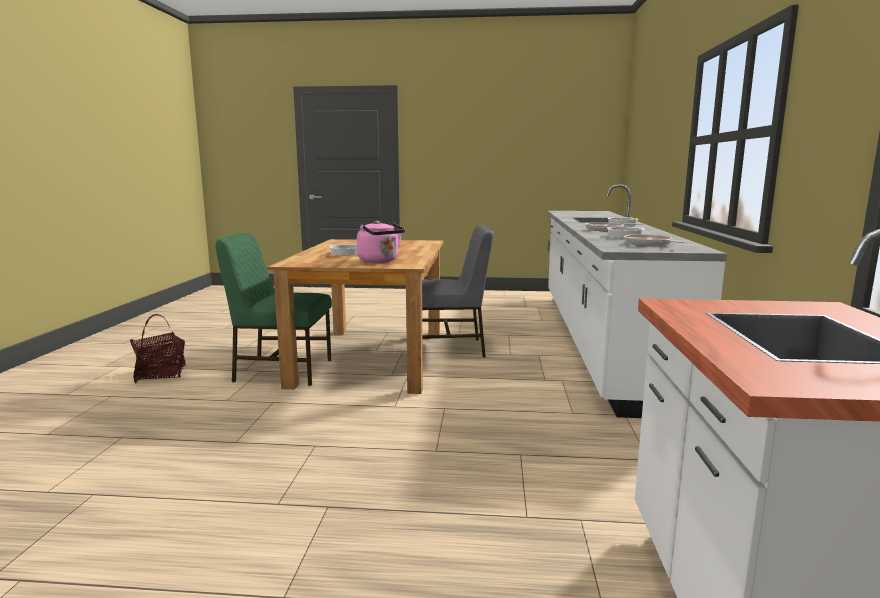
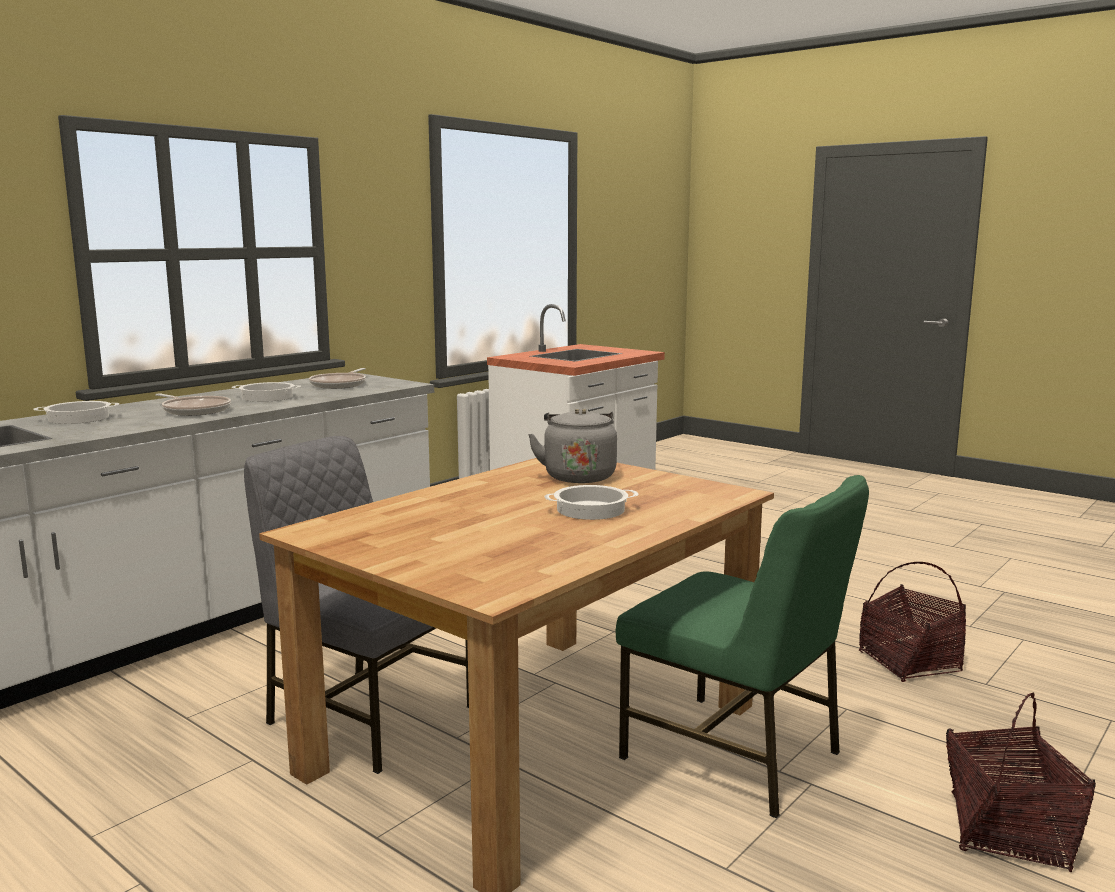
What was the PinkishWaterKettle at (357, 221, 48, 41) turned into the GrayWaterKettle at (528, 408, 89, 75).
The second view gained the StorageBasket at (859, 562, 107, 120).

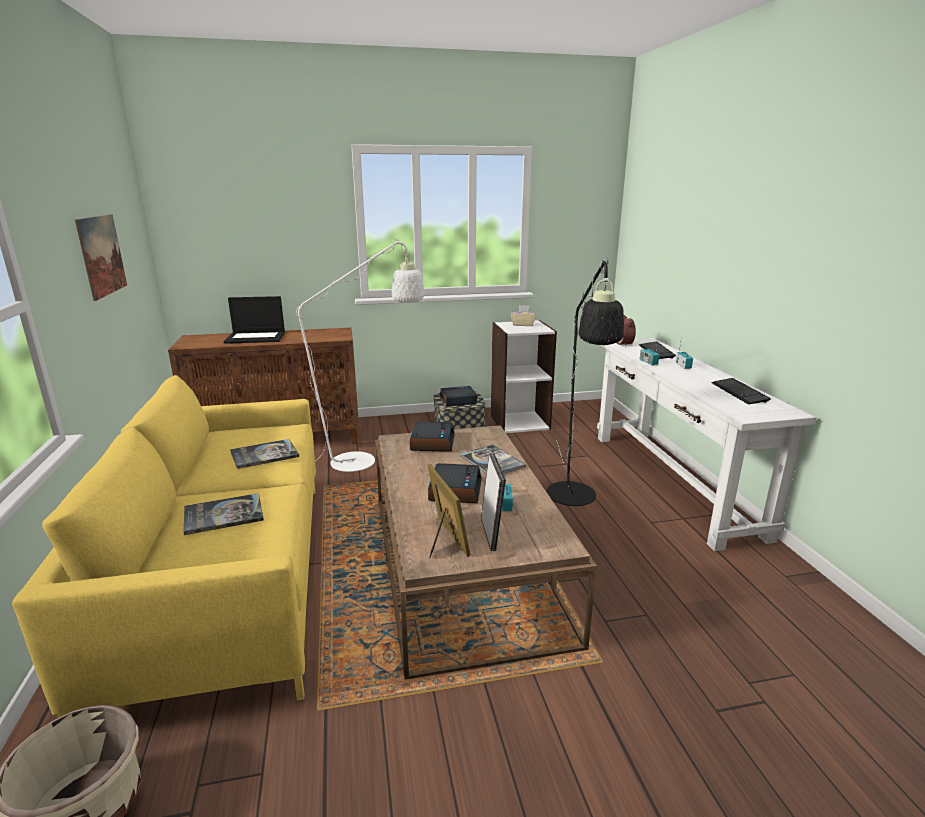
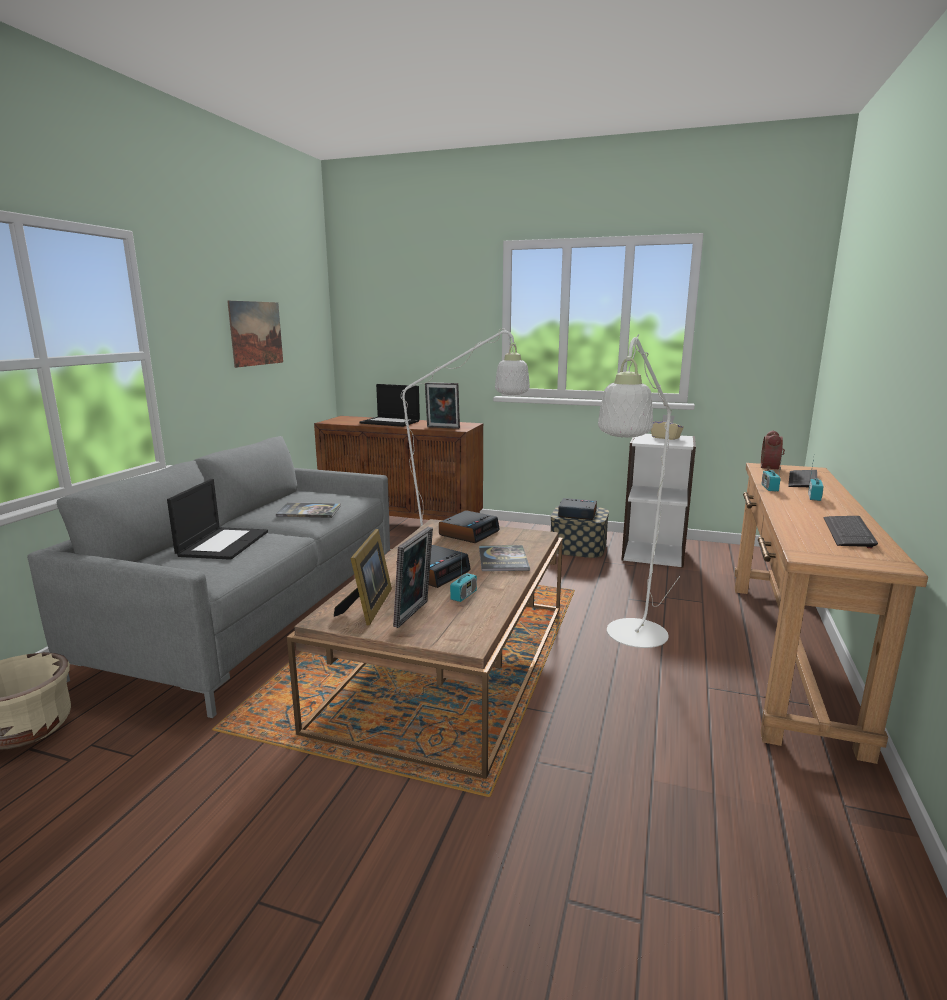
What was the BlackishFloorLamp at (547, 258, 77, 248) turned into the WhitishFloorLamp at (598, 334, 82, 314).
What was the WhitishHallTable at (597, 338, 219, 213) turned into the BrownColouredHallTable at (734, 463, 194, 301).
What was the YellowColouredSofa at (12, 375, 304, 343) turned into the GraySofa at (27, 436, 363, 282).
Where the BoundBook stood at (184, 493, 80, 42), the PortableComputer came to stand at (167, 479, 101, 81).
The second view gained the PictureFrame at (425, 382, 35, 47).

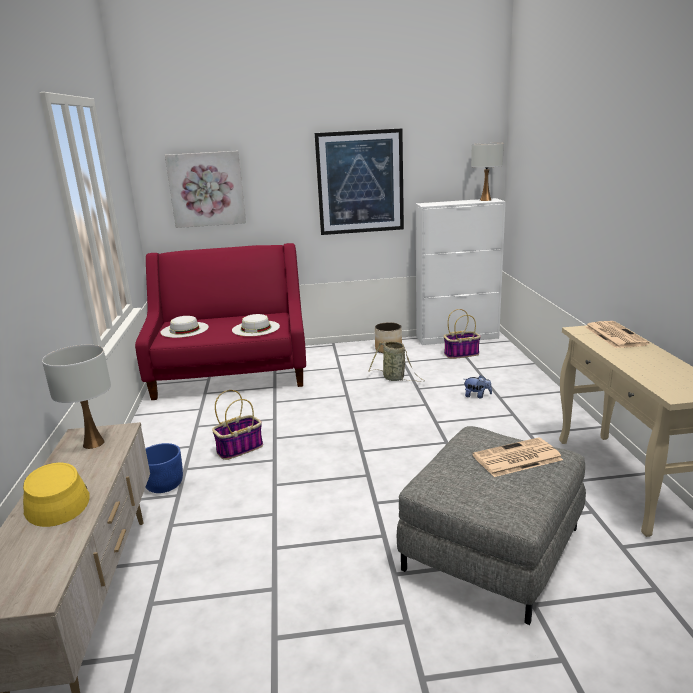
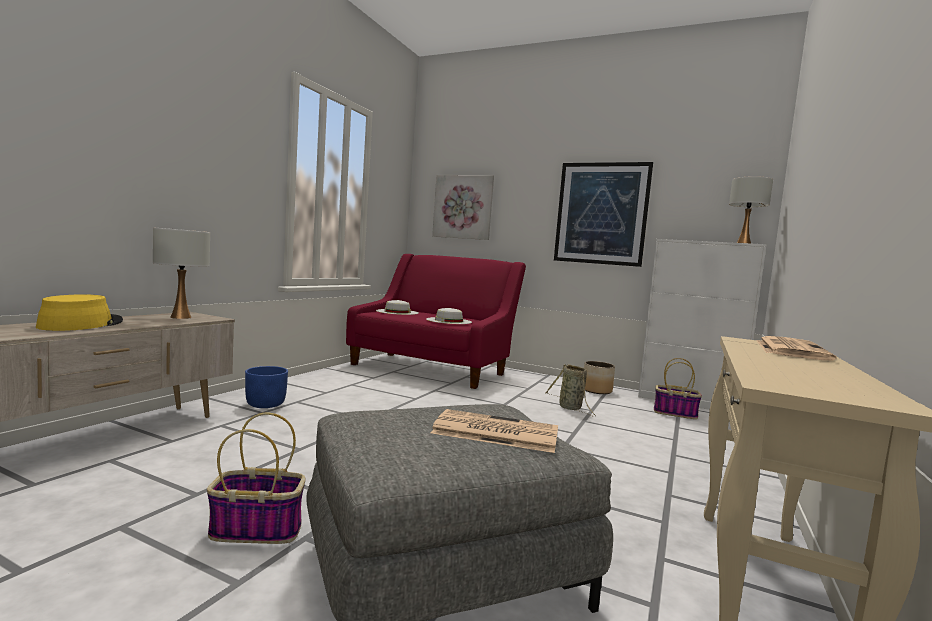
The second view lost the CuddlyToy at (464, 375, 28, 23).
The StorageBasket ended up elsewhere, having gone from (212, 390, 51, 70) to (207, 413, 99, 131).

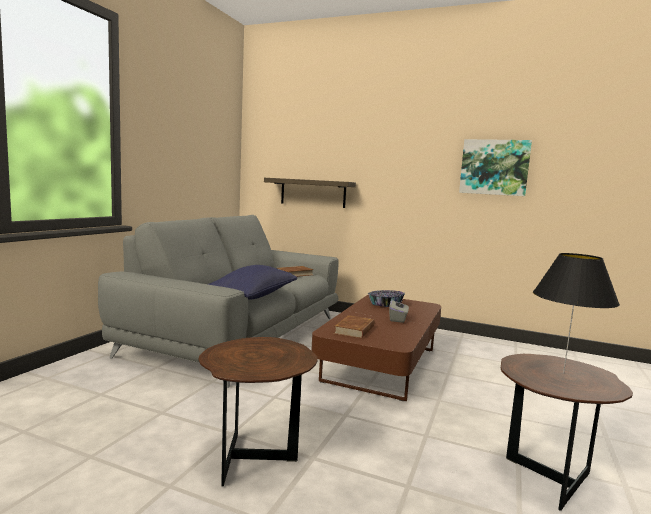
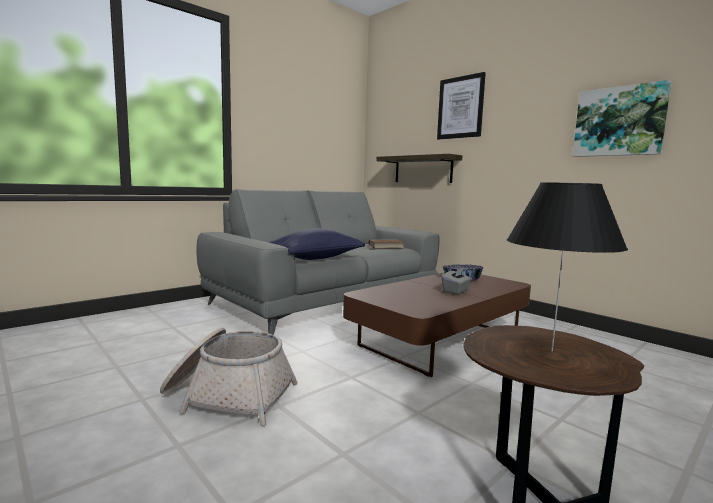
The second view lost the BrownColouredBoundBook at (334, 315, 40, 24).
Where the BrownColouredAccentTable stood at (198, 337, 120, 150), the StorageBasket came to stand at (160, 328, 138, 98).
The second view gained the WallArt at (437, 72, 49, 68).

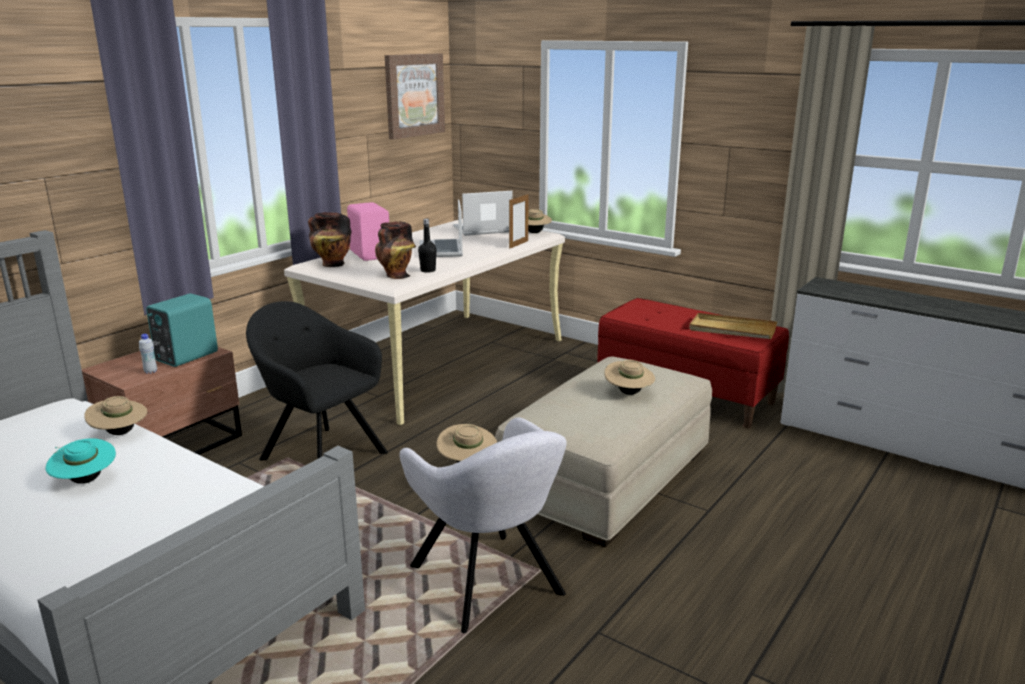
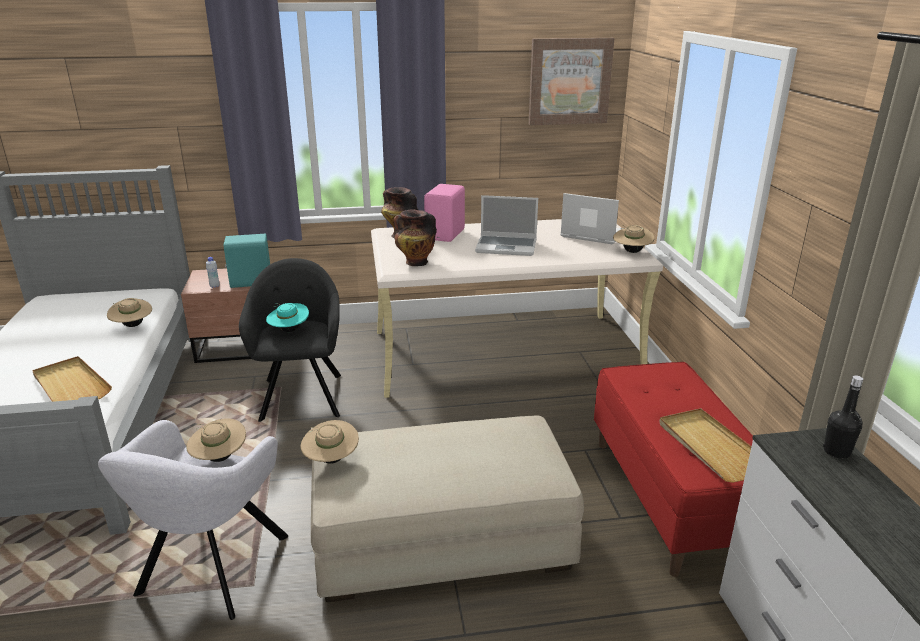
The second view lost the PictureFrame at (509, 194, 20, 55).
The PortableComputer at (419, 199, 44, 58) ended up facing another way, 120 degrees counterclockwise from before.
The BlackishDrinkBottle ended up elsewhere, having gone from (418, 219, 19, 54) to (823, 375, 40, 84).
The SandColouredHat ended up elsewhere, having gone from (604, 360, 51, 35) to (301, 420, 58, 44).
The TurquoiseHat ended up elsewhere, having gone from (46, 438, 70, 46) to (266, 303, 43, 29).
The second view gained the SandColouredCarryingTray at (32, 356, 80, 46).

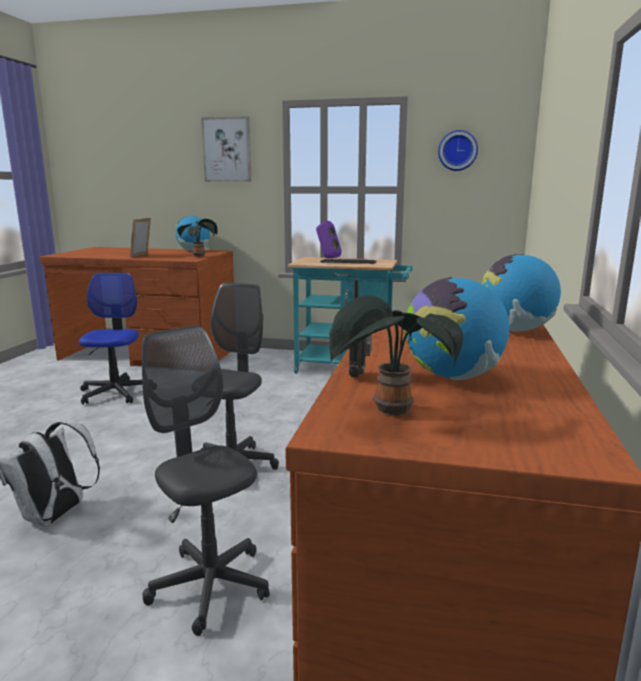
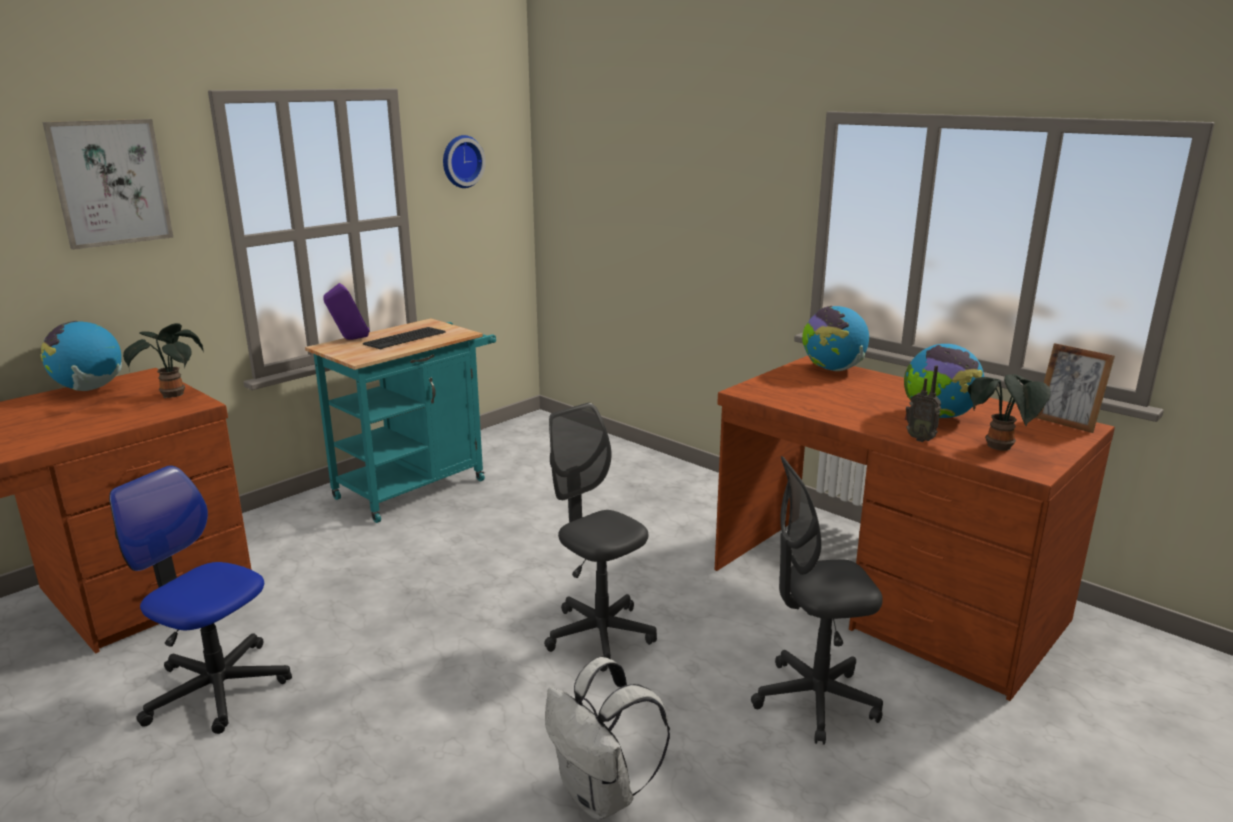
The PictureFrame ended up elsewhere, having gone from (130, 218, 21, 39) to (1035, 343, 80, 90).

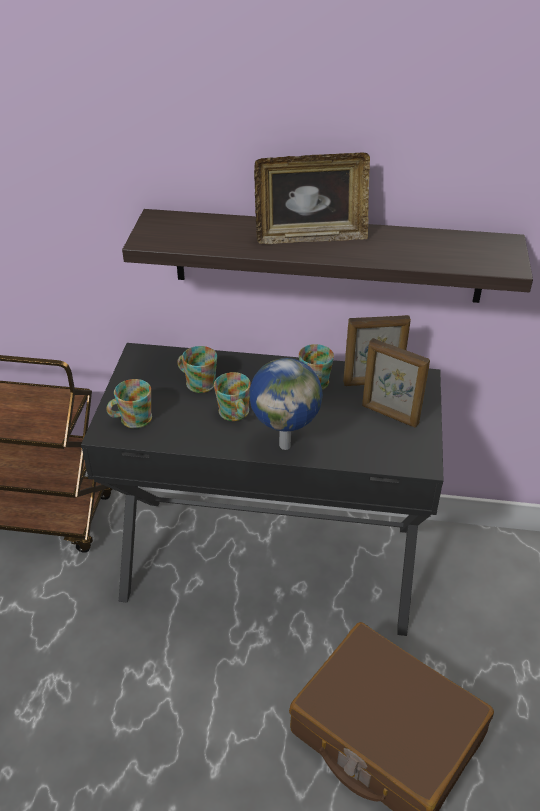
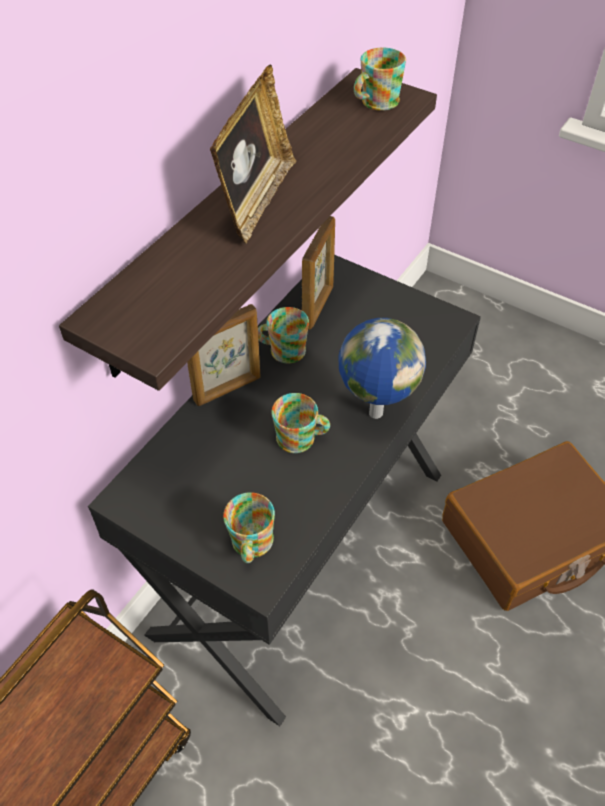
The PictureFrame ended up elsewhere, having gone from (362, 338, 68, 90) to (187, 304, 74, 102).
The CoffeeMug ended up elsewhere, having gone from (177, 346, 40, 47) to (354, 47, 52, 64).

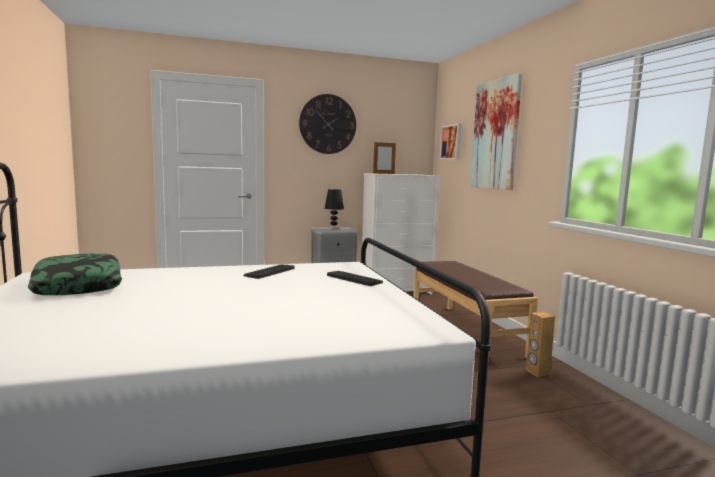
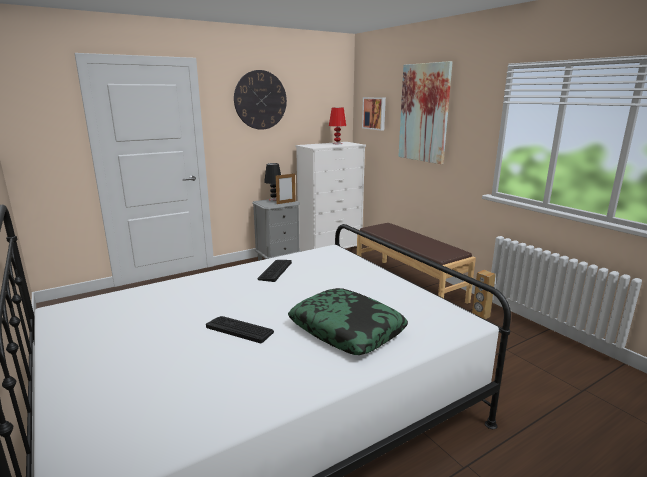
The PictureFrame ended up elsewhere, having gone from (373, 142, 23, 32) to (276, 173, 20, 31).
The Pillow ended up elsewhere, having gone from (28, 254, 94, 41) to (288, 288, 120, 67).
The PcKeyboard ended up elsewhere, having gone from (327, 271, 56, 15) to (206, 316, 68, 27).
The second view gained the RedTableLamp at (329, 107, 17, 37).

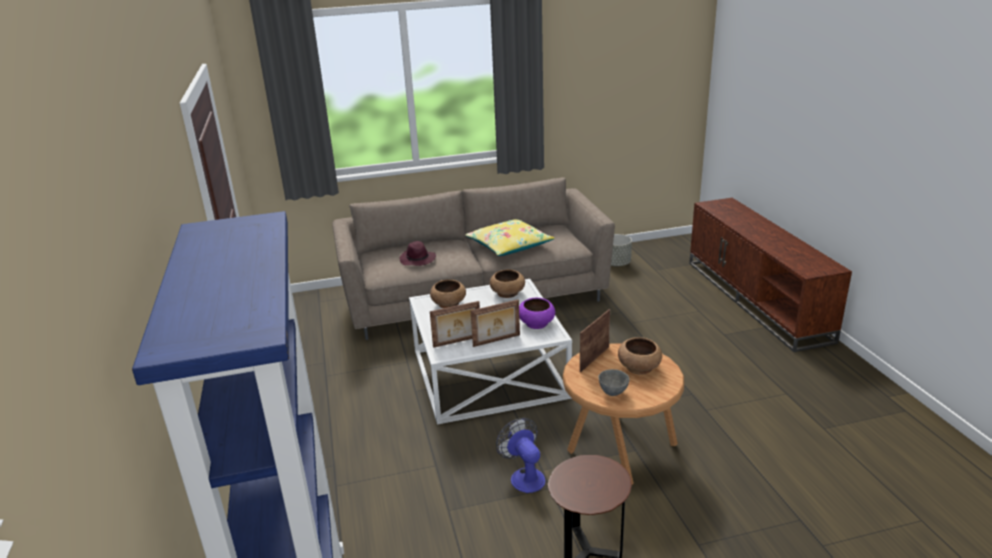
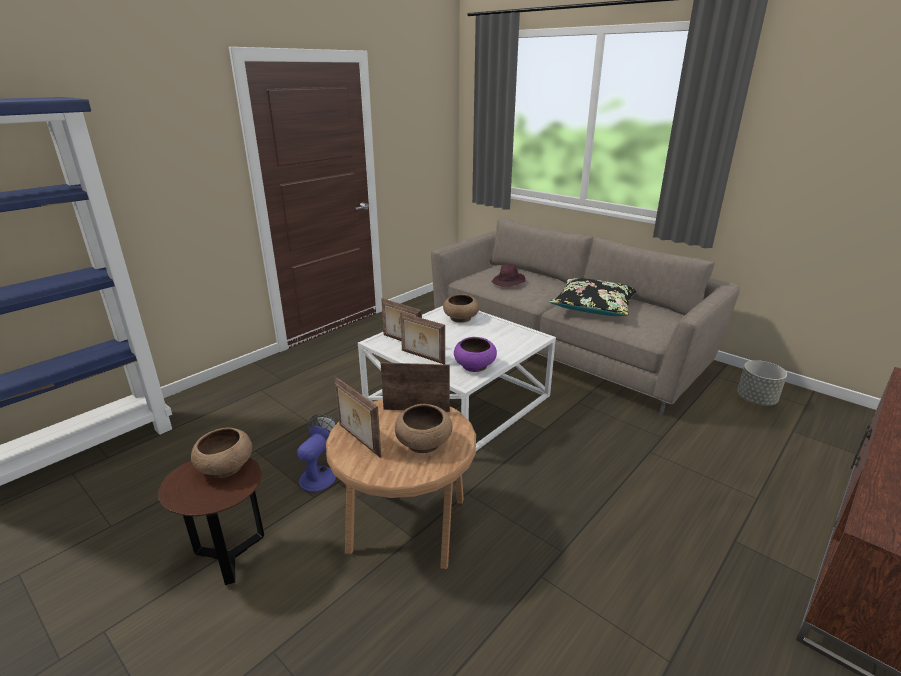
What was the YellowColouredPillow at (465, 219, 90, 37) turned into the BlackishPillow at (550, 278, 86, 38).
The BrownColouredServingBowl ended up elsewhere, having gone from (490, 269, 35, 29) to (191, 427, 61, 51).
Where the GrayServingBowl stood at (599, 369, 30, 27), the PictureFrame came to stand at (334, 376, 47, 82).

